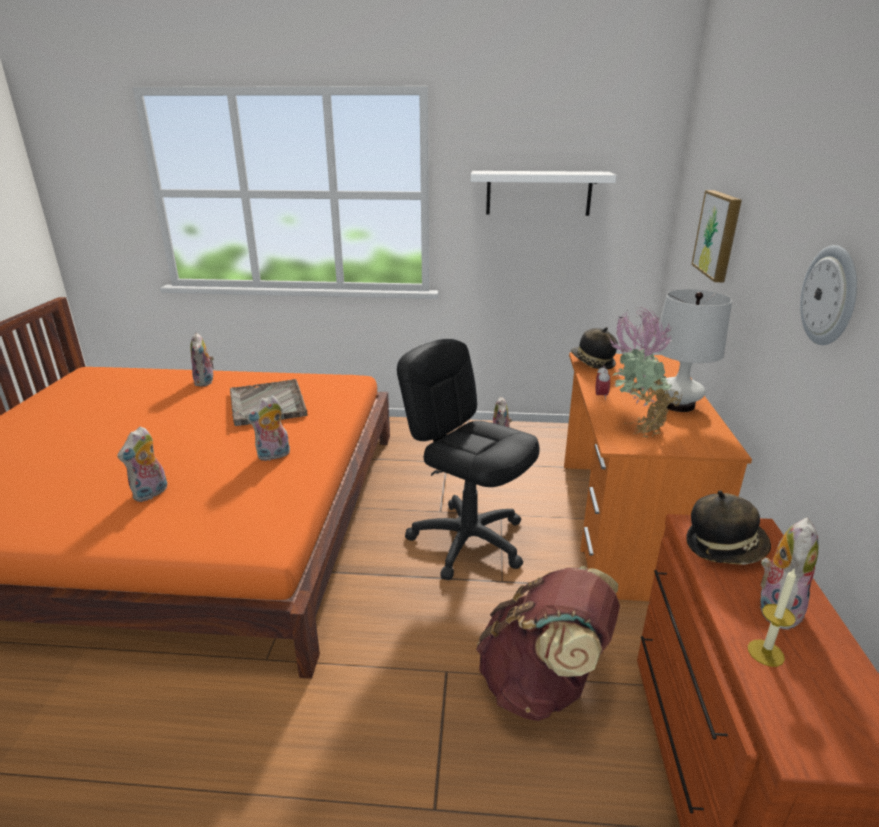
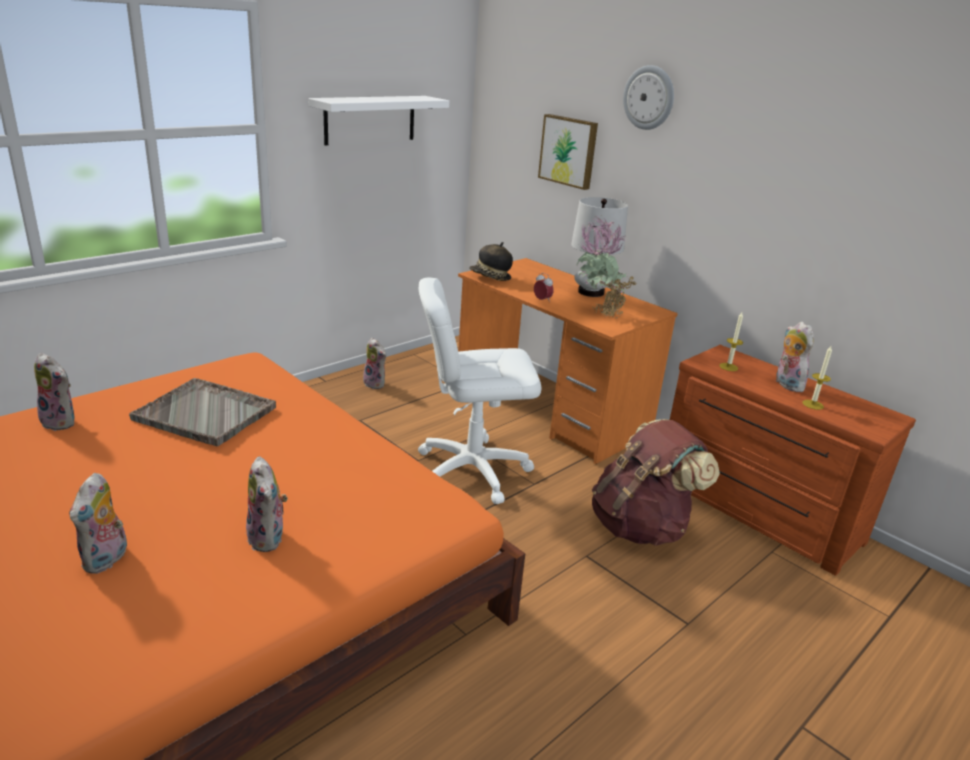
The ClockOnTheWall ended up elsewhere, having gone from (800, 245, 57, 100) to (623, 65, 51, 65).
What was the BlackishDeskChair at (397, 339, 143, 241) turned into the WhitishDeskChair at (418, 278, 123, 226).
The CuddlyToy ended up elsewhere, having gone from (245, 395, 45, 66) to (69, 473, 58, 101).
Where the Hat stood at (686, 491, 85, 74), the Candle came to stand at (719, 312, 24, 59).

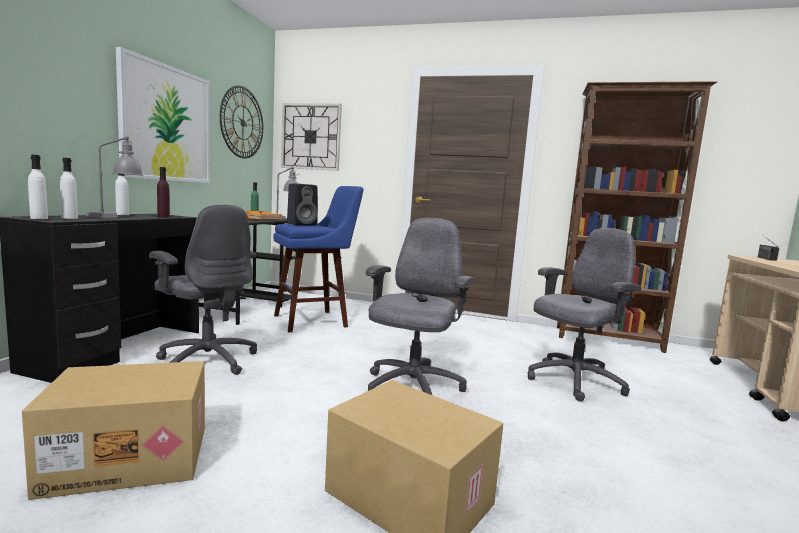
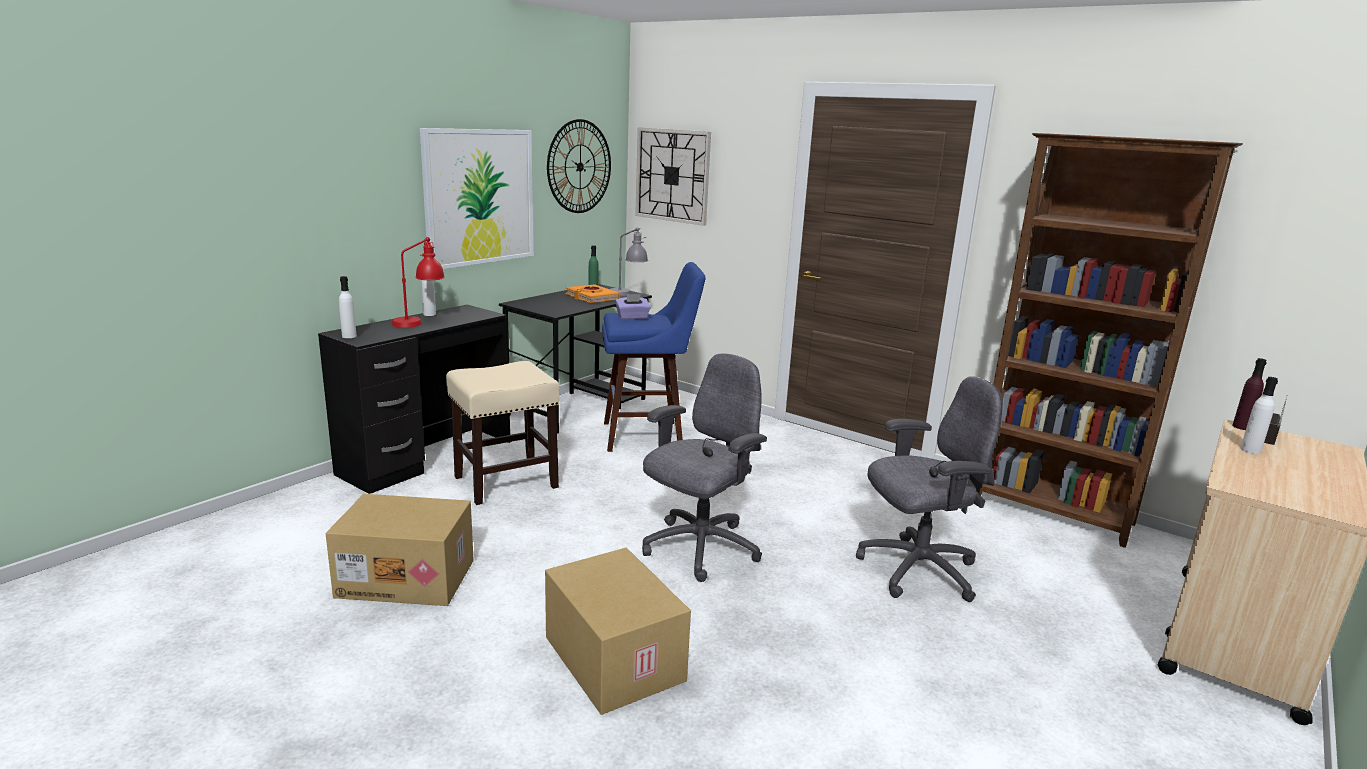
What was the GrayTableLamp at (85, 136, 57, 82) turned into the RedTableLamp at (392, 237, 53, 91).
The WhitishDrinkBottle ended up elsewhere, having gone from (60, 158, 18, 61) to (1240, 377, 38, 77).
The PurpleDrinkBottle ended up elsewhere, having gone from (157, 167, 13, 51) to (1232, 358, 35, 72).
Where the BlackishSpeaker stood at (287, 183, 31, 43), the PurpleBoxOfTissues came to stand at (615, 294, 35, 26).
Where the GrayDeskChair stood at (149, 205, 108, 170), the SandColouredStool came to stand at (446, 361, 114, 144).

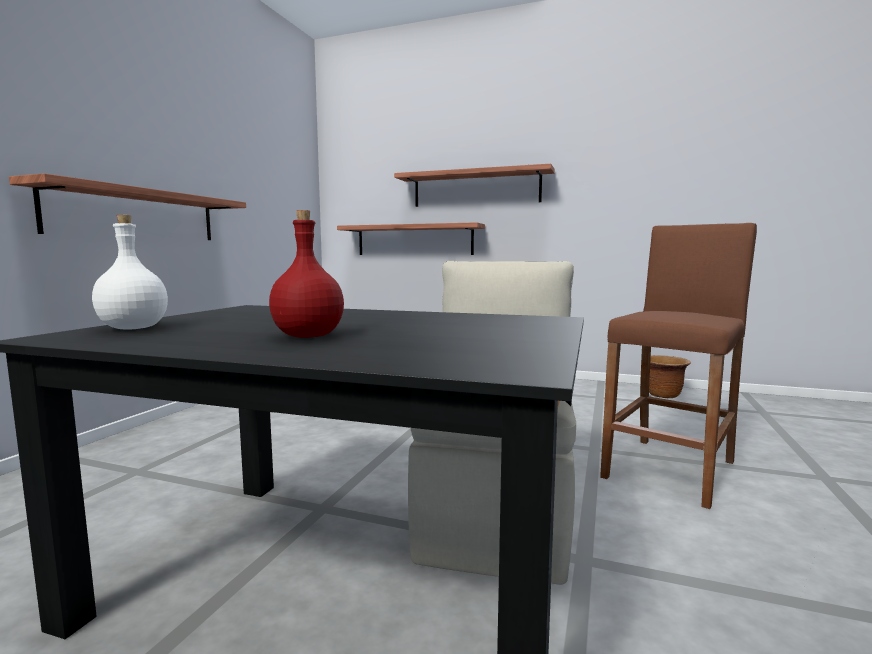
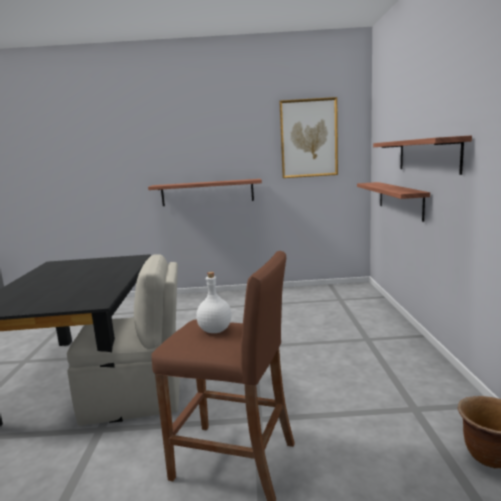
The second view lost the RedDrinkBottle at (269, 210, 75, 128).
The WhitishDrinkBottle ended up elsewhere, having gone from (92, 215, 76, 115) to (196, 272, 36, 61).
The second view gained the WallArt at (279, 97, 59, 81).

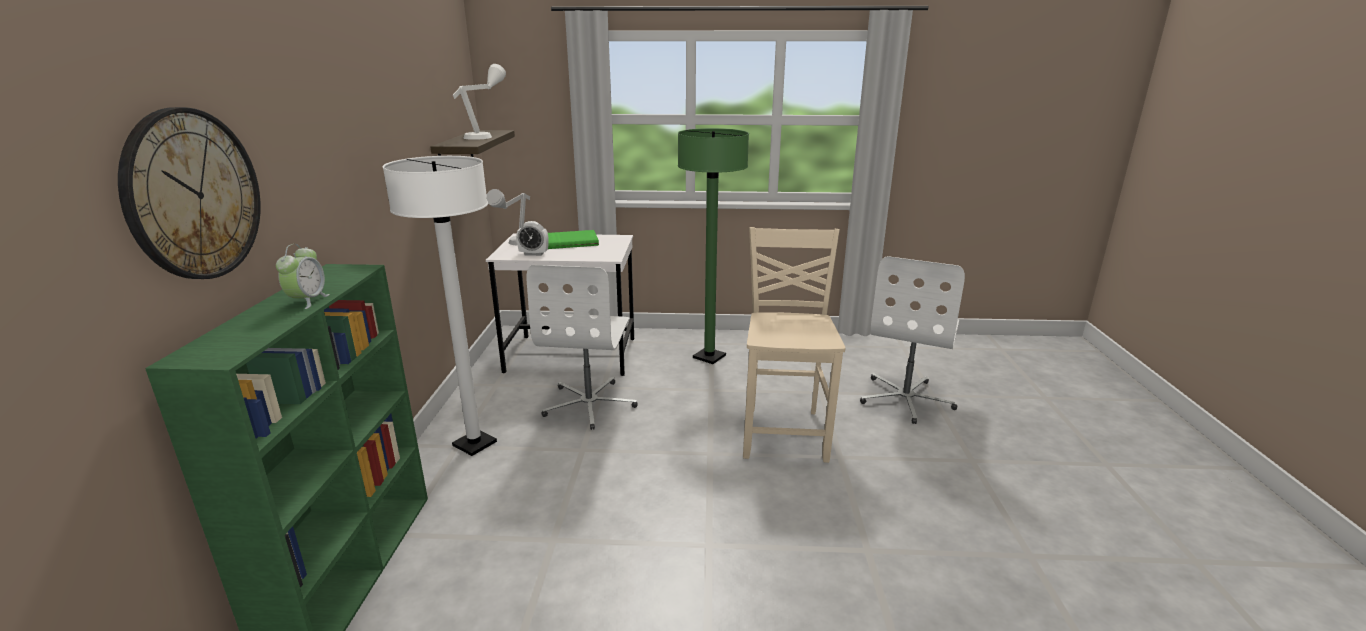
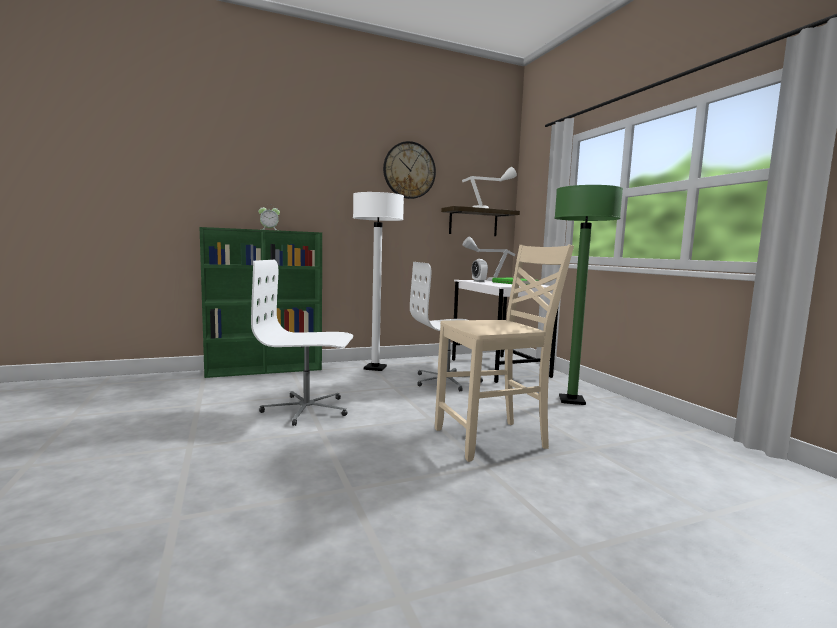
The ClockOnTheWall ended up elsewhere, having gone from (118, 107, 143, 172) to (383, 141, 53, 58).
The WhitishDeskChair ended up elsewhere, having gone from (860, 256, 105, 168) to (251, 260, 102, 166).

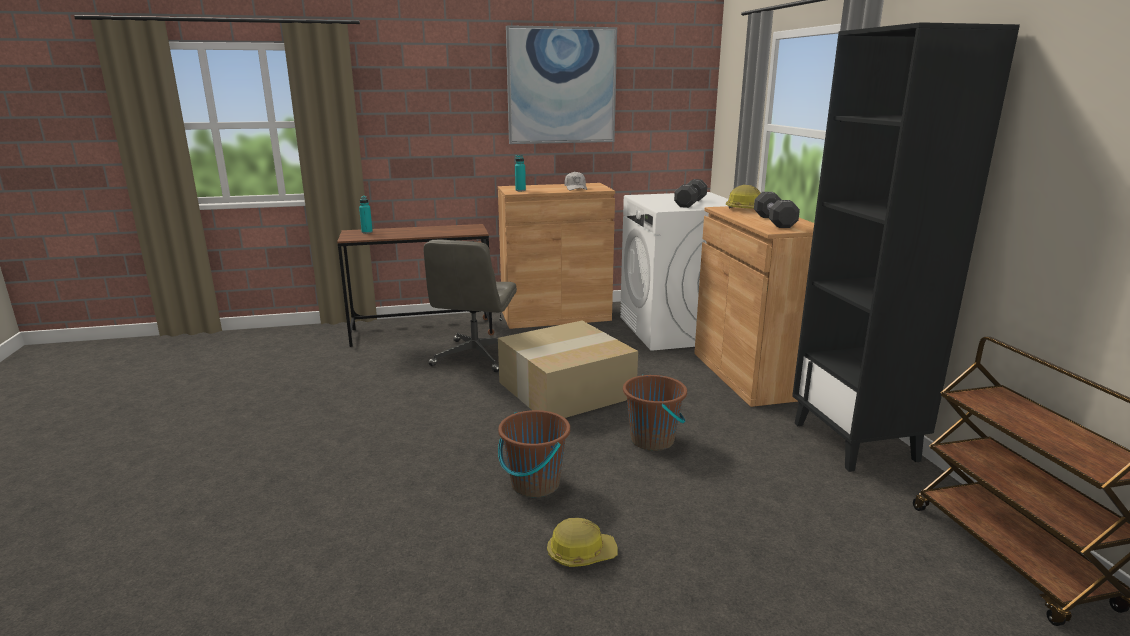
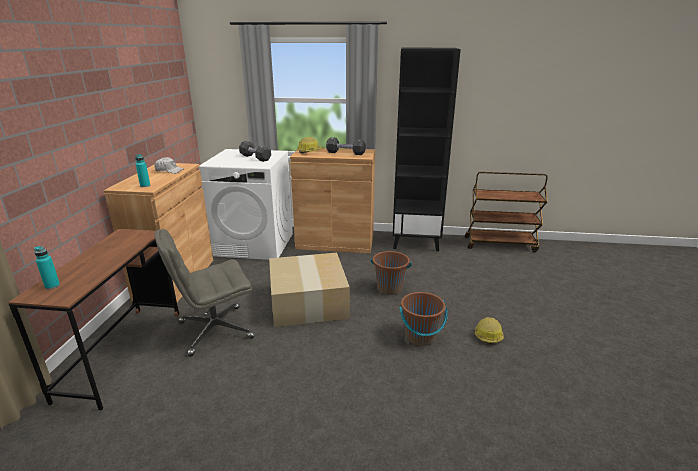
The second view lost the WallArt at (506, 25, 111, 119).
The GrayDeskChair at (424, 240, 93, 132) ended up facing another way, 120 degrees clockwise from before.

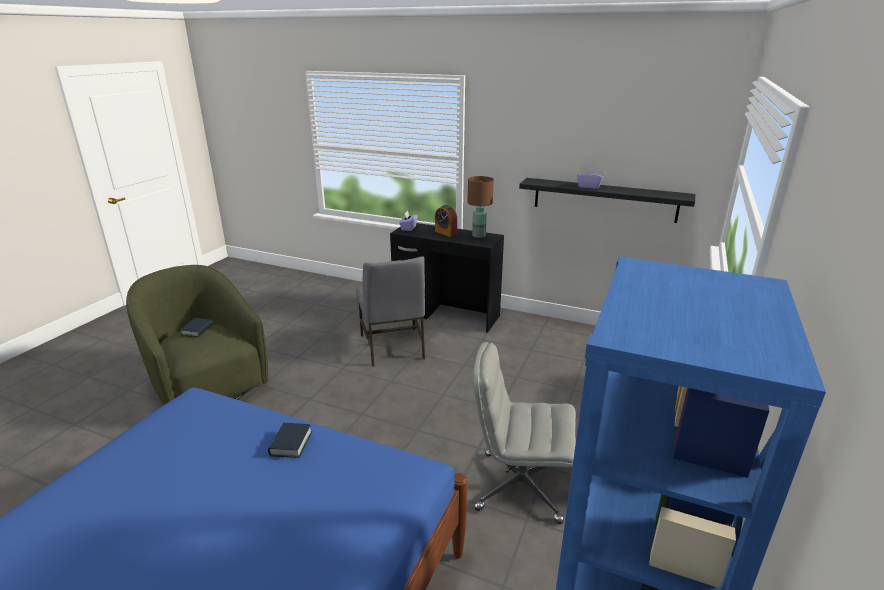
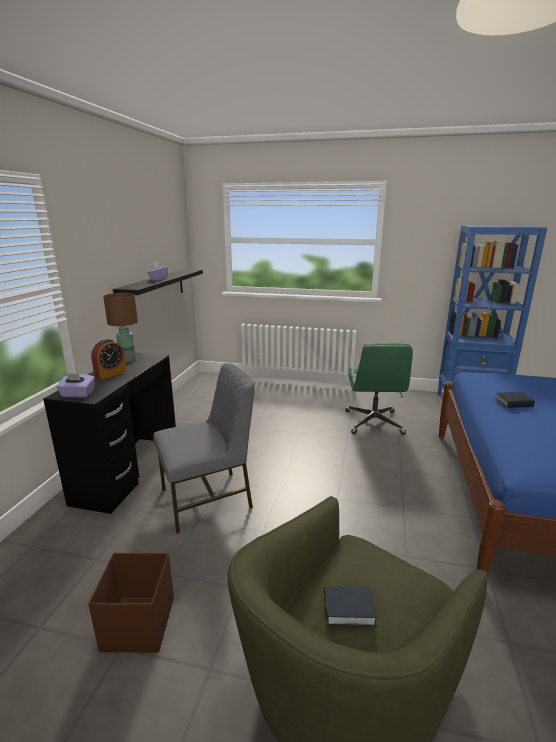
What was the GrayDeskChair at (473, 342, 103, 182) turned into the GreenColouredDeskChair at (345, 343, 68, 92).
The second view gained the BrownColouredStorageBox at (88, 553, 86, 100).

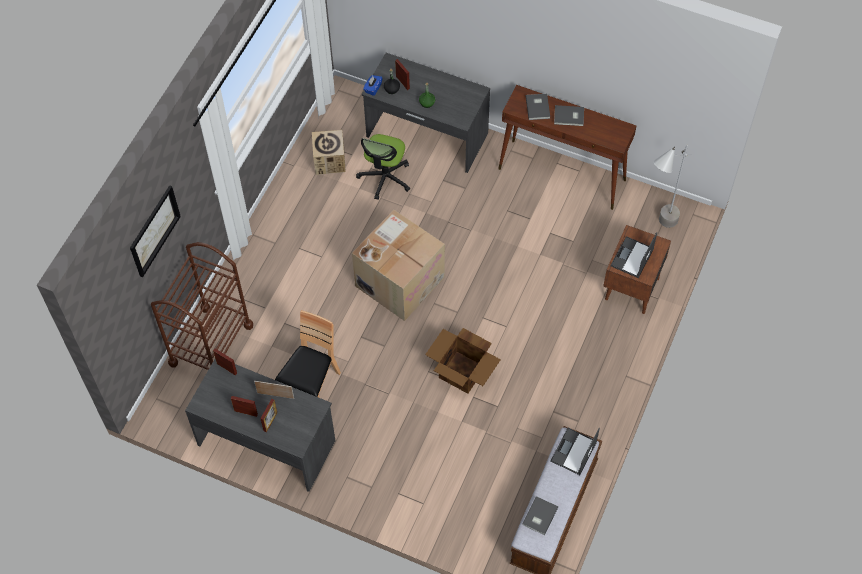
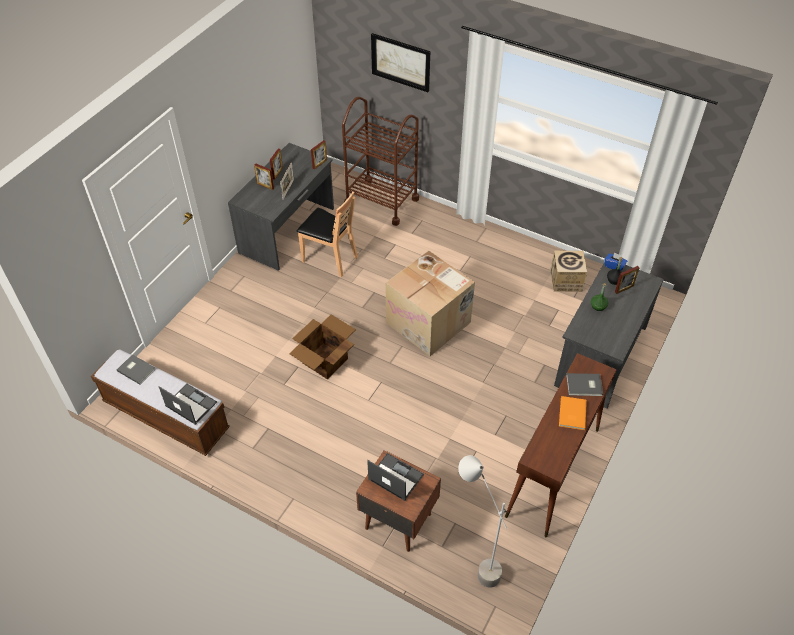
What was the GrayBoundBook at (554, 105, 30, 21) turned into the OrangeBoundBook at (559, 396, 28, 34).
The second view lost the DeskChair at (356, 134, 54, 66).

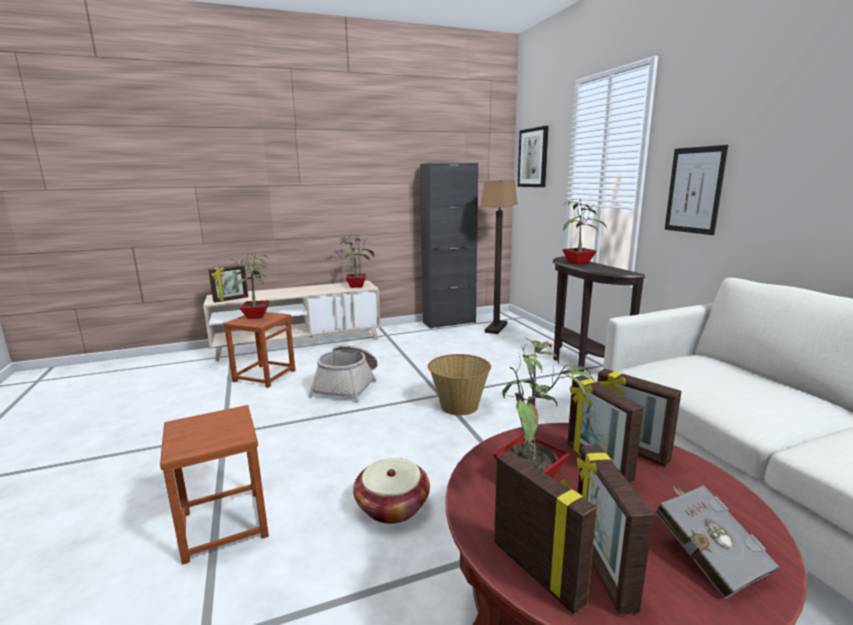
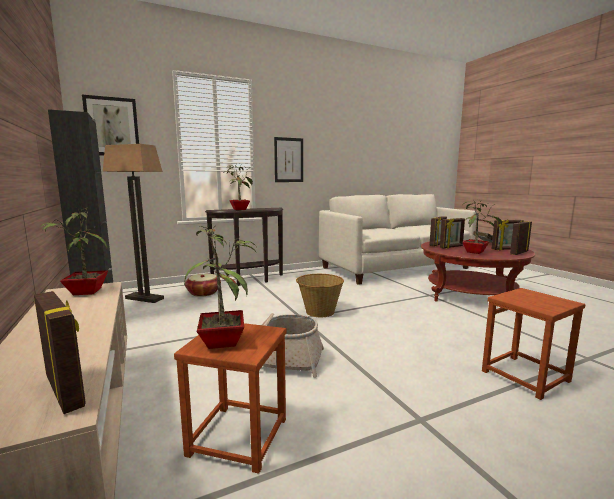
The StorageBasket ended up elsewhere, having gone from (353, 458, 77, 66) to (185, 274, 36, 23).

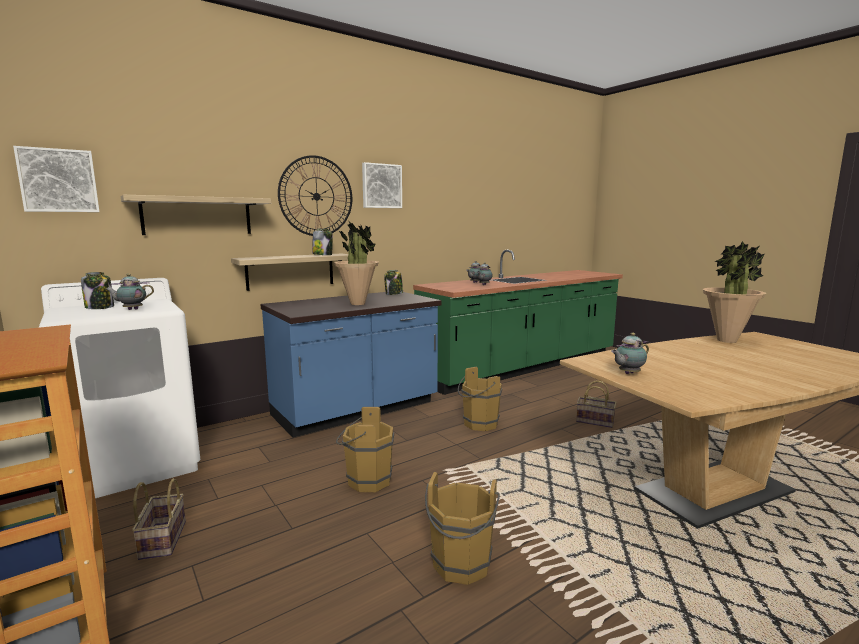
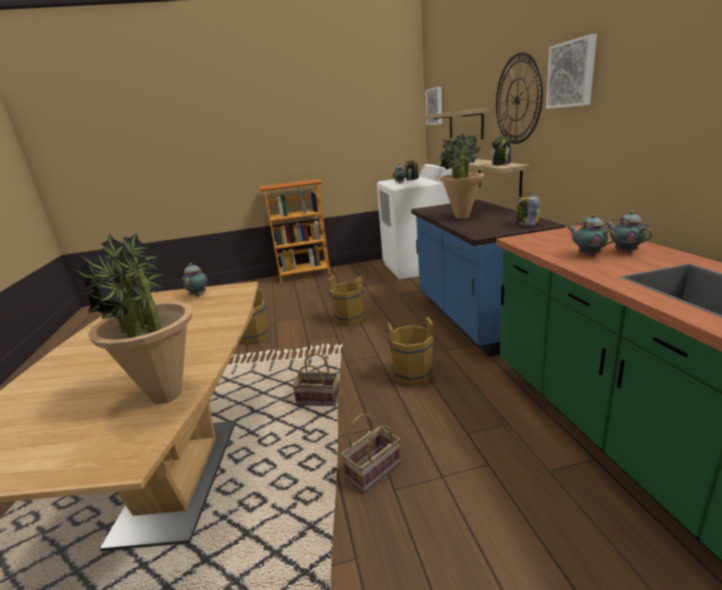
The StorageBasket ended up elsewhere, having gone from (132, 479, 54, 81) to (292, 353, 48, 53).

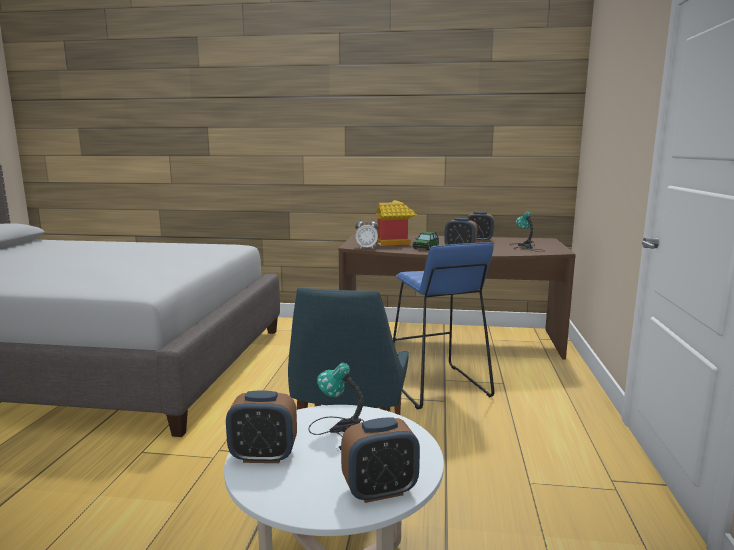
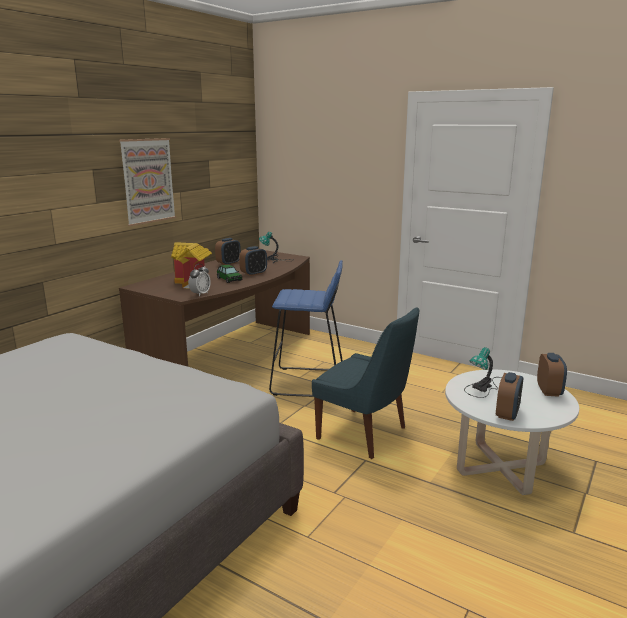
The second view gained the WallArt at (119, 138, 57, 88).

